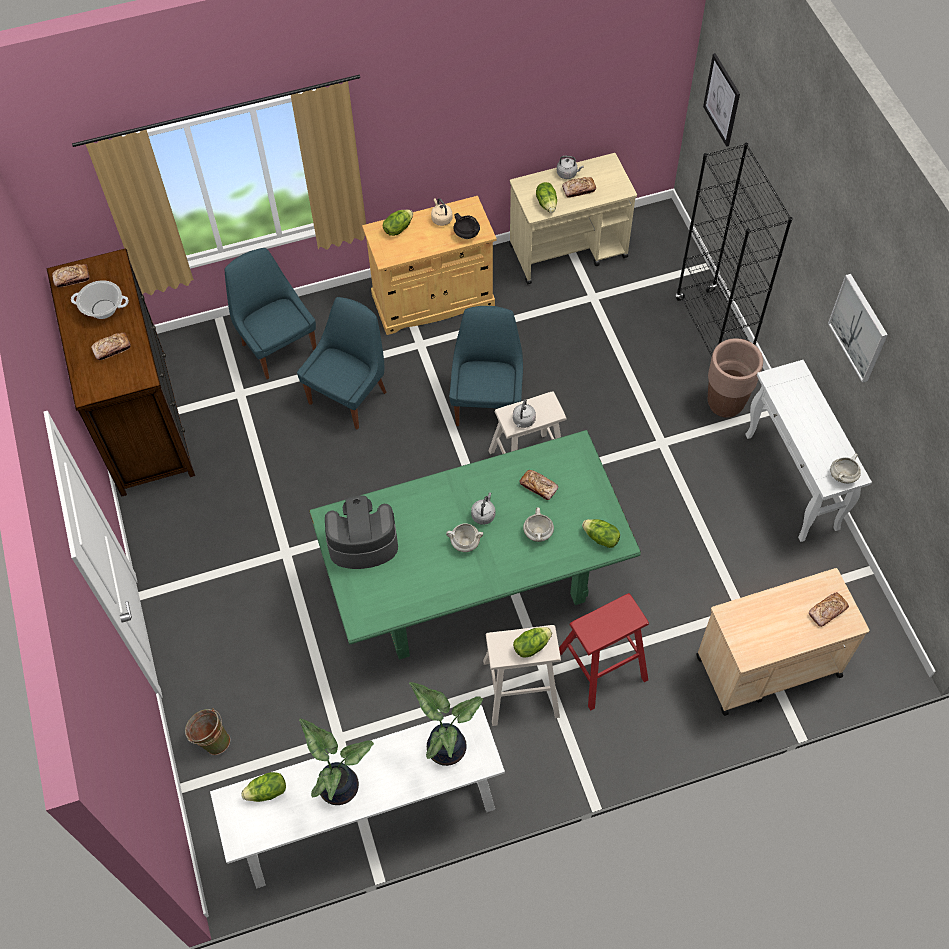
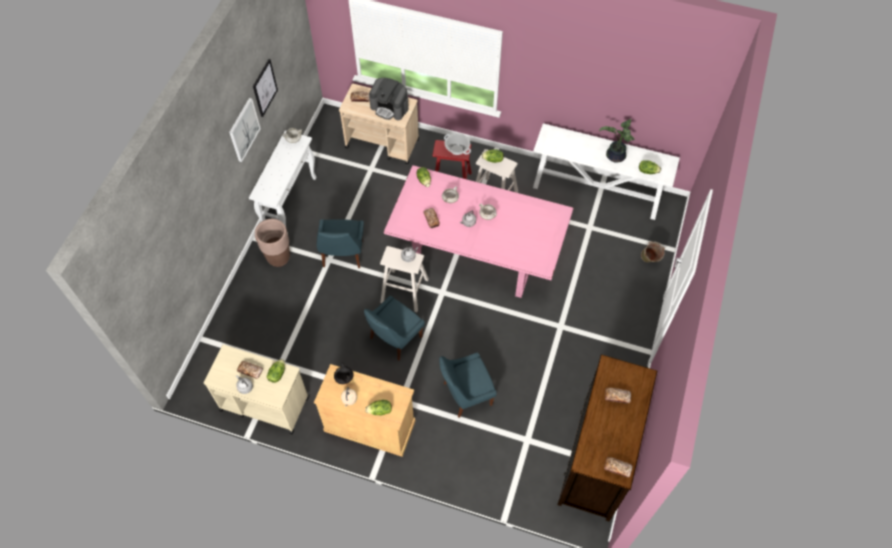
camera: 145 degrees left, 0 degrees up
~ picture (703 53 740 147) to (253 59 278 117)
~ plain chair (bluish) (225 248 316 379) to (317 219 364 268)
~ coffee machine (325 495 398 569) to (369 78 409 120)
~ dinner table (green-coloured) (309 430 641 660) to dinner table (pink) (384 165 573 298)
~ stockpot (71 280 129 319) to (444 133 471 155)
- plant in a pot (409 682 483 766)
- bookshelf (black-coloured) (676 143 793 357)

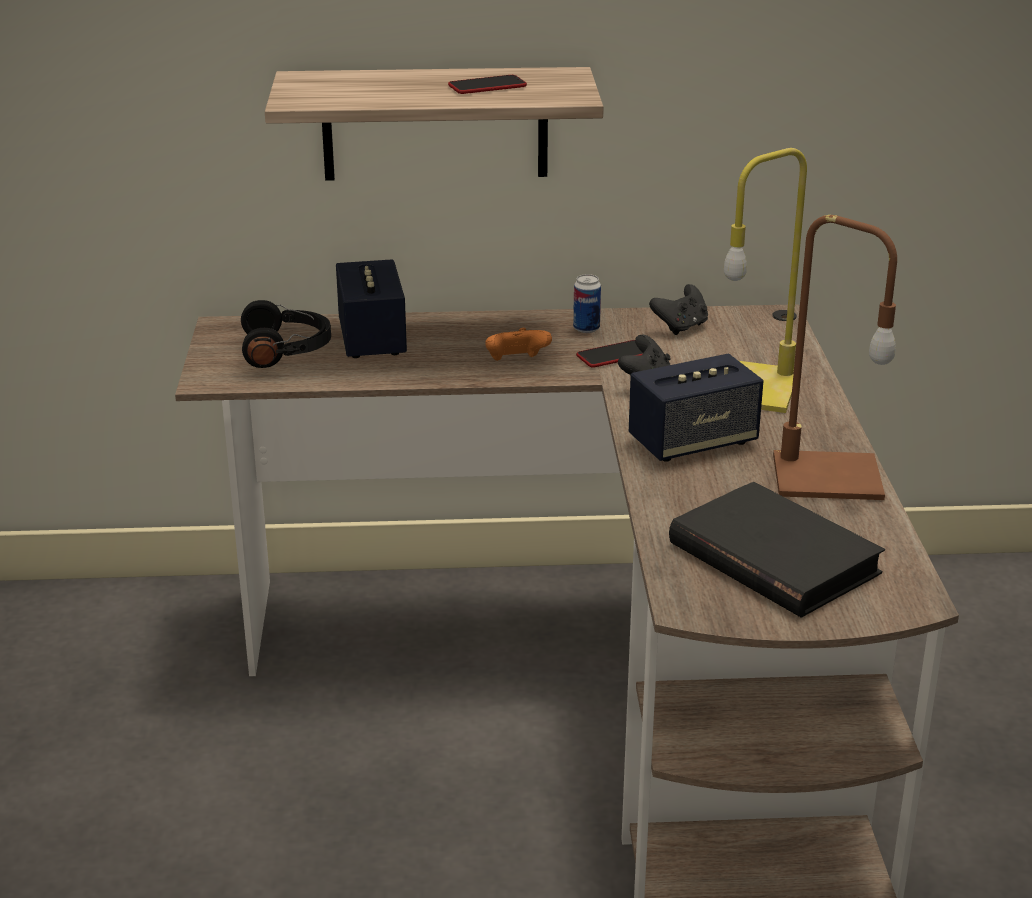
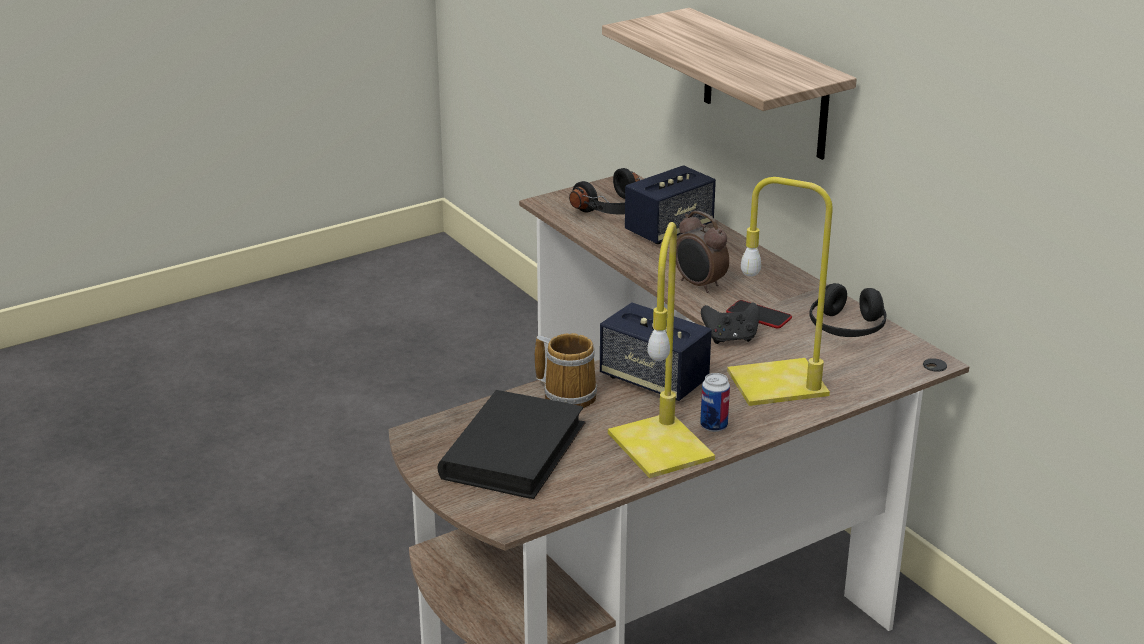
camera: 60 degrees right, 0 degrees up
+ tea mug (535 333 597 408)
~ tabletop lamp (brown-coloured) (773 215 897 500) to tabletop lamp (yellowish) (608 222 715 478)
~ joypad (orangey) (485 328 552 361) to alarm clock (676 211 729 293)
~ metal can (573 274 601 333) to (700 373 730 432)
~ joypad (black-coloured) (649 284 708 335) to headphones (black-coloured) (809 283 886 337)
- telephone (448 75 527 94)

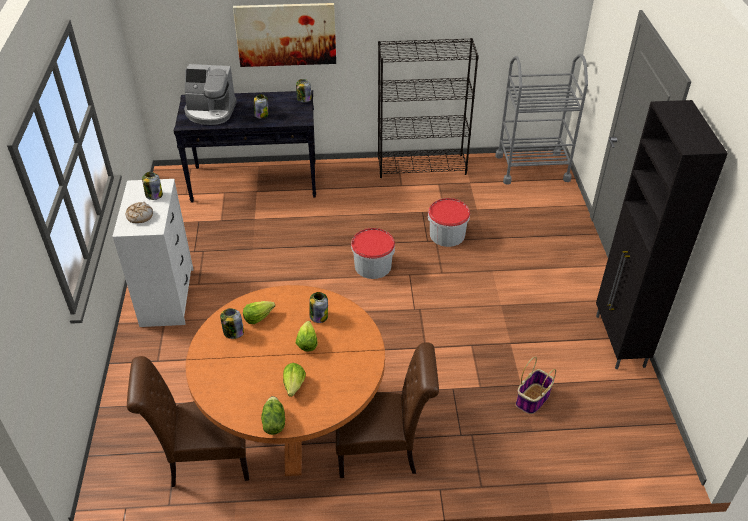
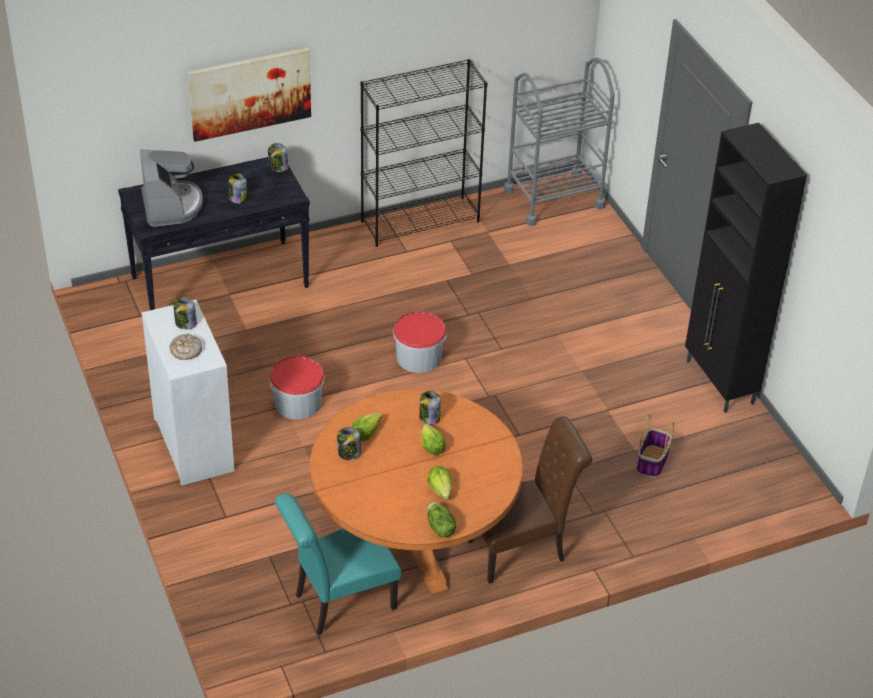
camera: 20 degrees left, 0 degrees up
~ coffee machine (184 64 237 125) = (140 149 203 227) 90 degrees counterclockwise
~ bucket (428 198 470 247) to (270 356 325 420)
~ plain chair (brown-coloured) (127 356 249 487) to plain chair (blue-green) (275 493 402 635)

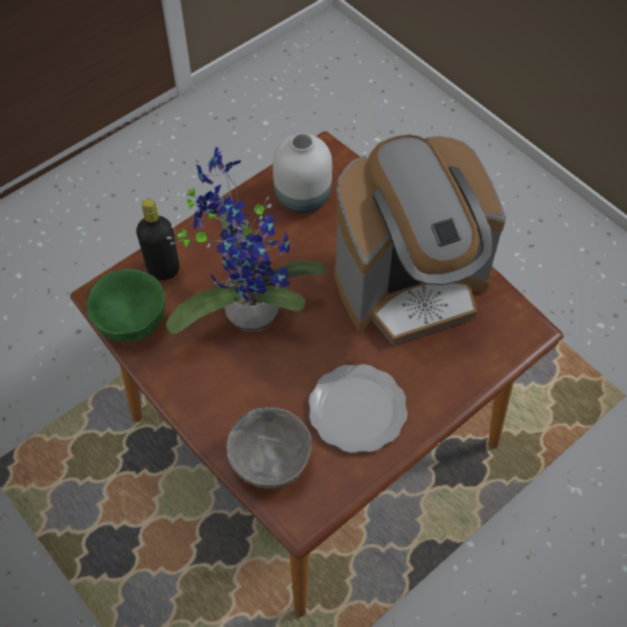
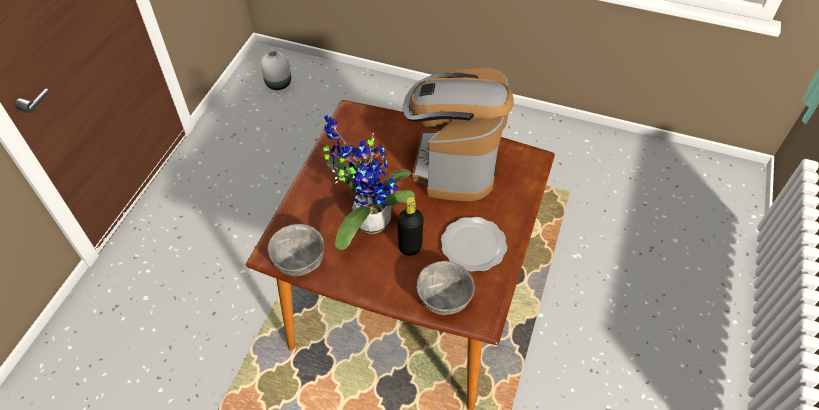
camera: 30 degrees left, 5 degrees down
~ vase (white) (273 133 332 213) to (261 50 291 90)
~ serving bowl (green-coloured) (87 269 165 342) to serving bowl (grey) (268 224 324 276)
~ drink bottle (black-coloured) (136 199 179 280) to (397 197 423 255)
~ coffee machine (335 135 506 345) = (403 68 514 201) 150 degrees clockwise

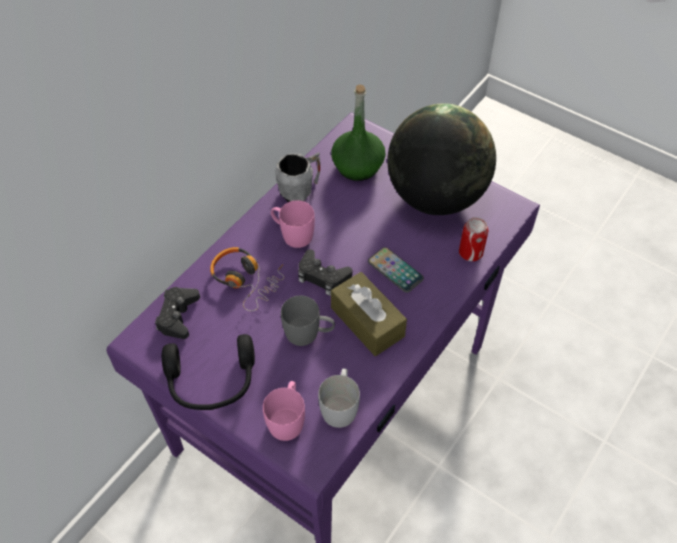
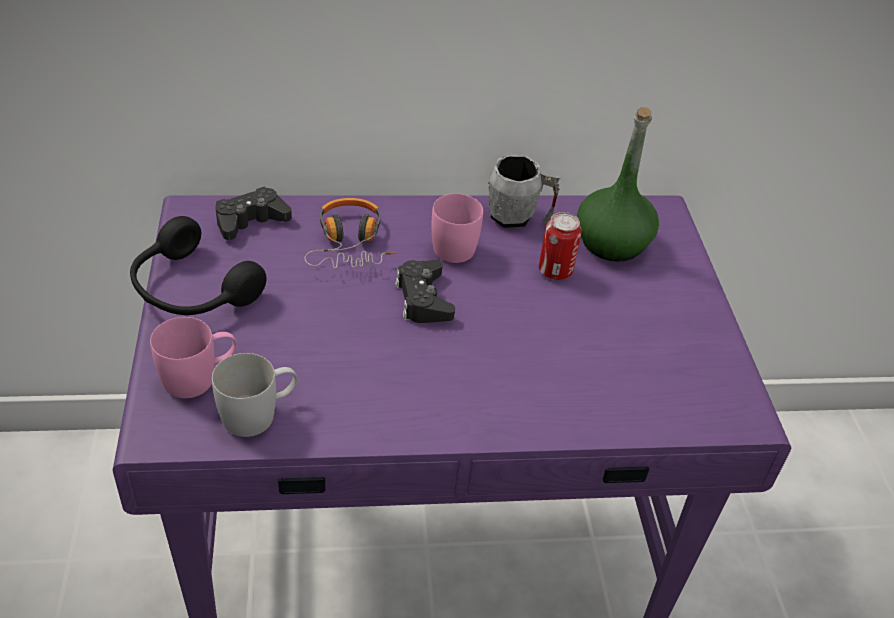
camera: 45 degrees right, 10 degrees down
~ metal can (459 217 489 261) to (539 212 582 280)
- tea mug (grey) (281 296 335 346)
- box of tissues (brown-coloured) (331 272 407 356)
- telephone (368 247 424 293)
- world globe (387 103 496 215)

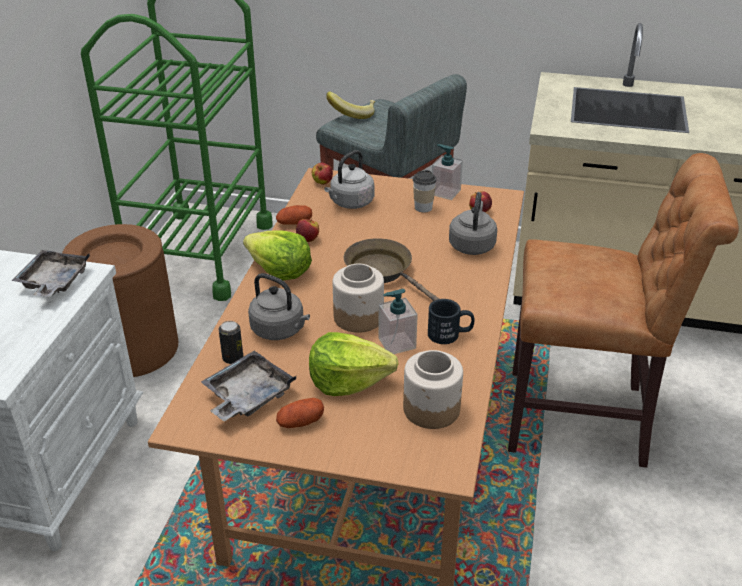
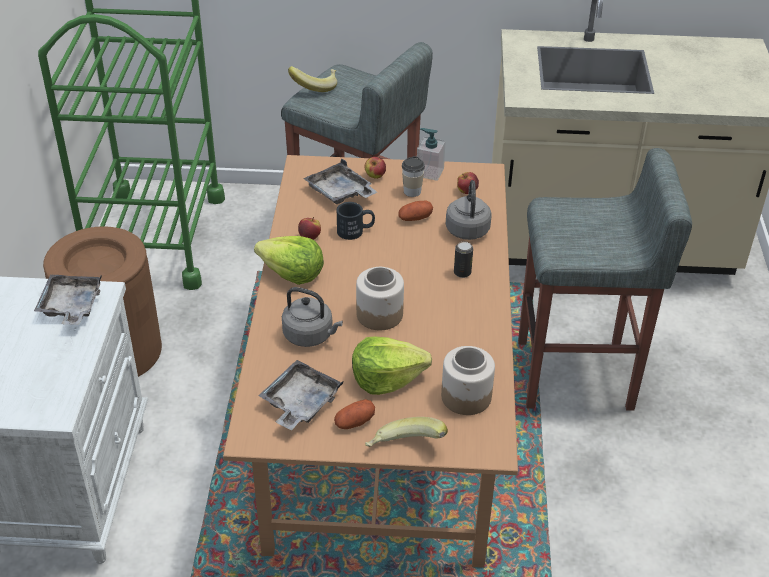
camera: 10 degrees left, 5 degrees up
~ water kettle (grey) (324 150 374 209) to carrying tray (grey) (303 158 377 204)
~ tea mug (black-coloured) (428 299 474 344) to (336 202 375 240)
~ apple (312 163 333 185) to (364 157 386 179)
+ whole banana (365 417 448 447)
~ whole potato (276 205 312 225) to (399 201 433 221)
~ metal can (219 321 243 364) to (454 241 473 278)
~ plain chair (brown-coloured) (508 153 739 468) to stool (grey) (518 148 692 411)
- frying pan (brown-coloured) (344 238 439 301)
- soap bottle (378 289 418 354)

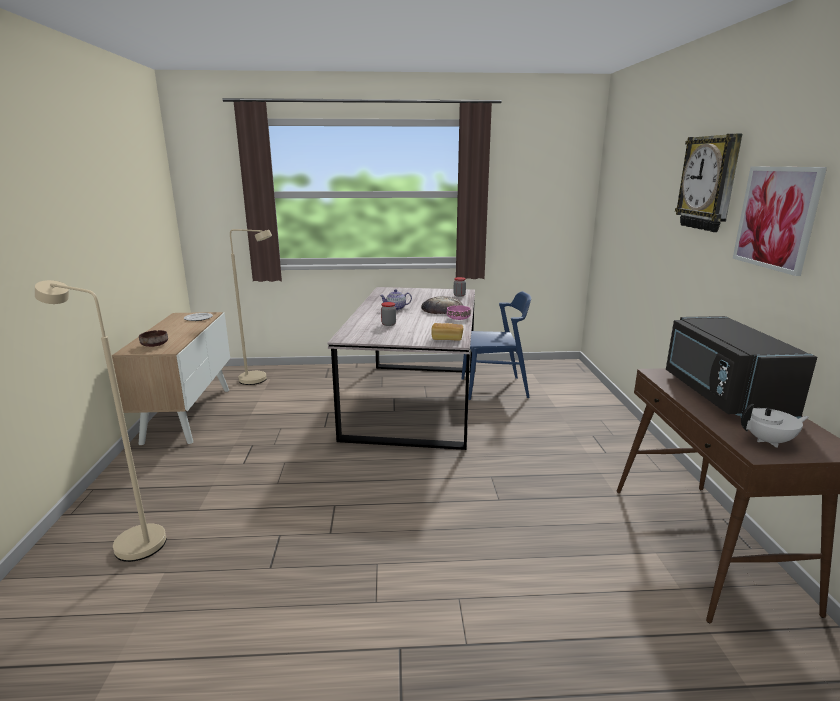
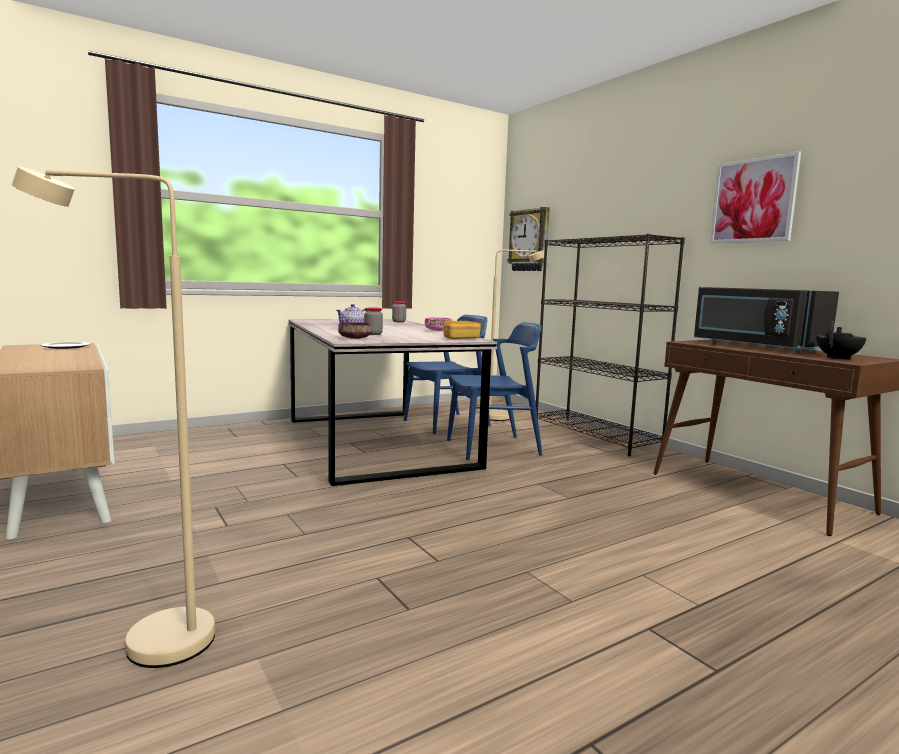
camera: 30 degrees left, 10 degrees down
~ serving bowl (brown-coloured) (139 330 168 347) to (338 322 372 339)
+ plain chair (bluish) (447 322 542 460)
~ floor lamp (sand-coloured) (230 229 272 385) to (489 250 544 421)
~ hanging clock (675 133 742 232) to (507 207 550 271)
+ bookshelf (black-coloured) (536 234 685 456)
~ pot for tea (white) (741 403 809 448) to pot for tea (black-coloured) (816 322 866 360)
- baked bread (421 296 463 314)

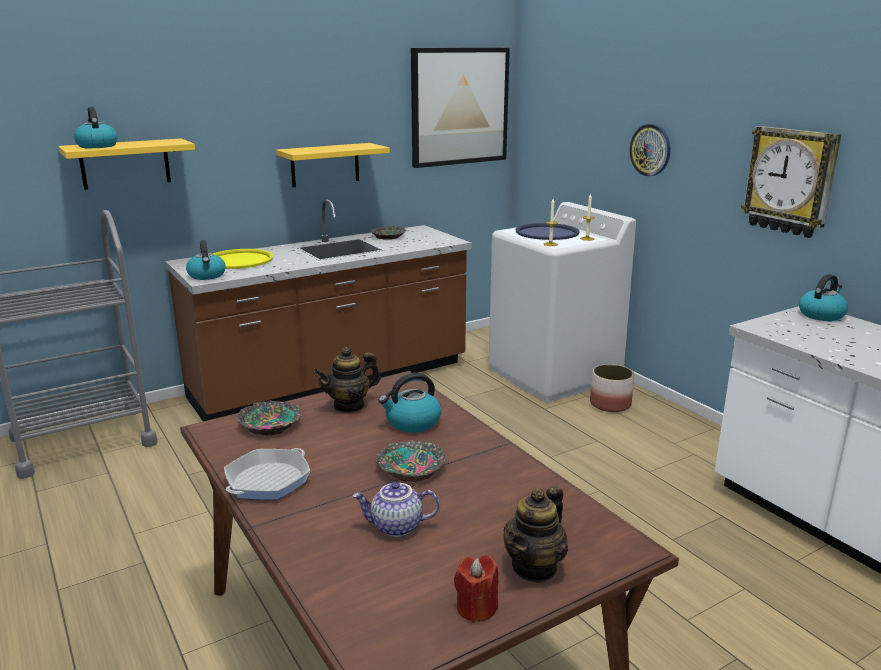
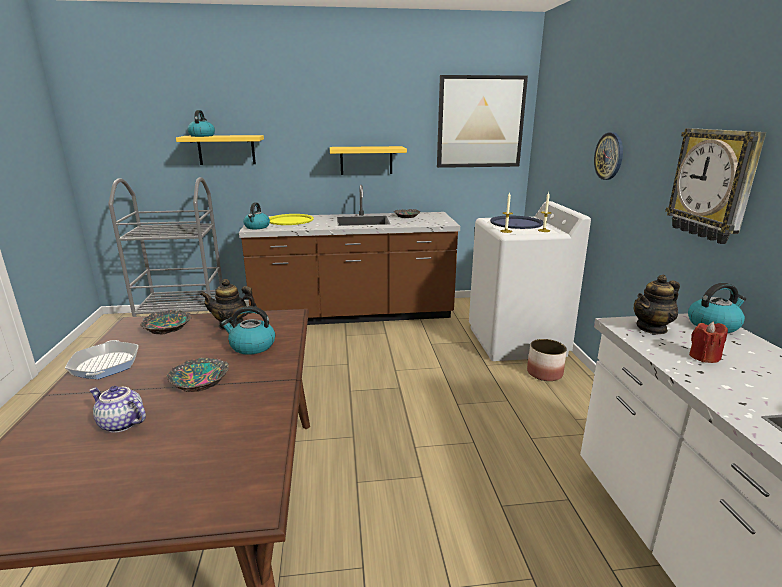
camera: 25 degrees right, 0 degrees up
~ frying pan (224 448 310 500) = (65 340 139 379) 75 degrees counterclockwise
~ pot for tea (503 486 568 583) to (634 275 680 334)
~ wax light (red) (454 555 498 623) to (689 322 728 363)

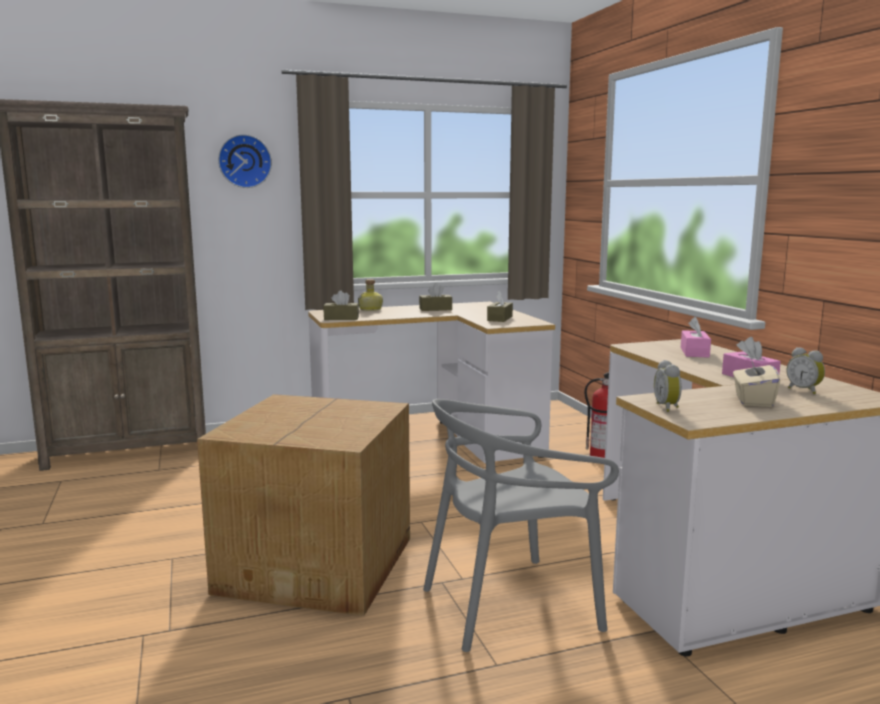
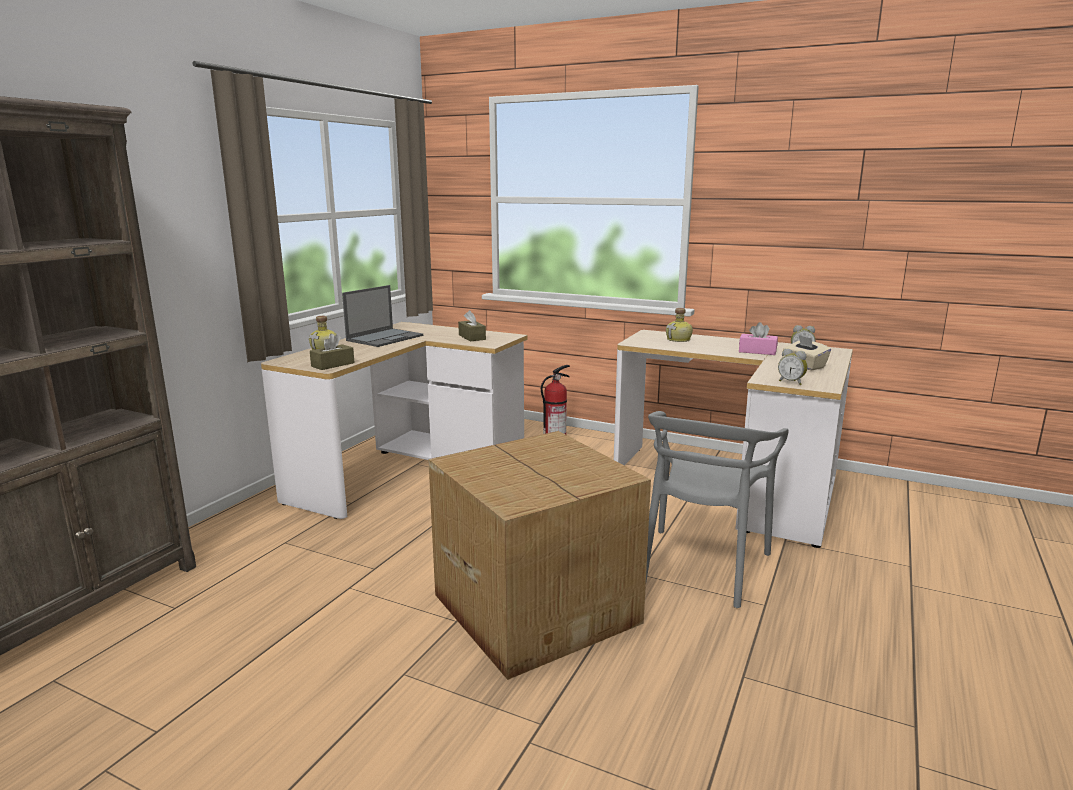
camera: 45 degrees left, 5 degrees up
~ box of tissues (brown-coloured) (419 283 452 311) to laptop (342 285 423 347)
~ box of tissues (pink) (681 317 711 358) to drink bottle (666 308 693 342)
- hanging clock (218 134 272 188)

